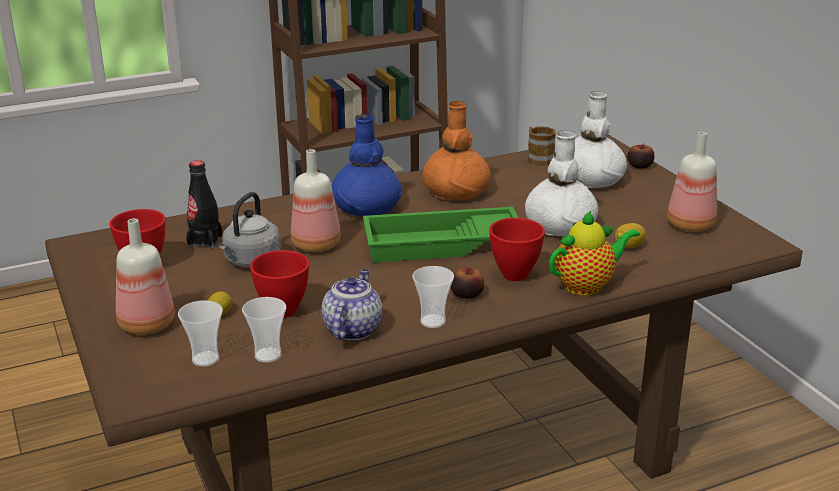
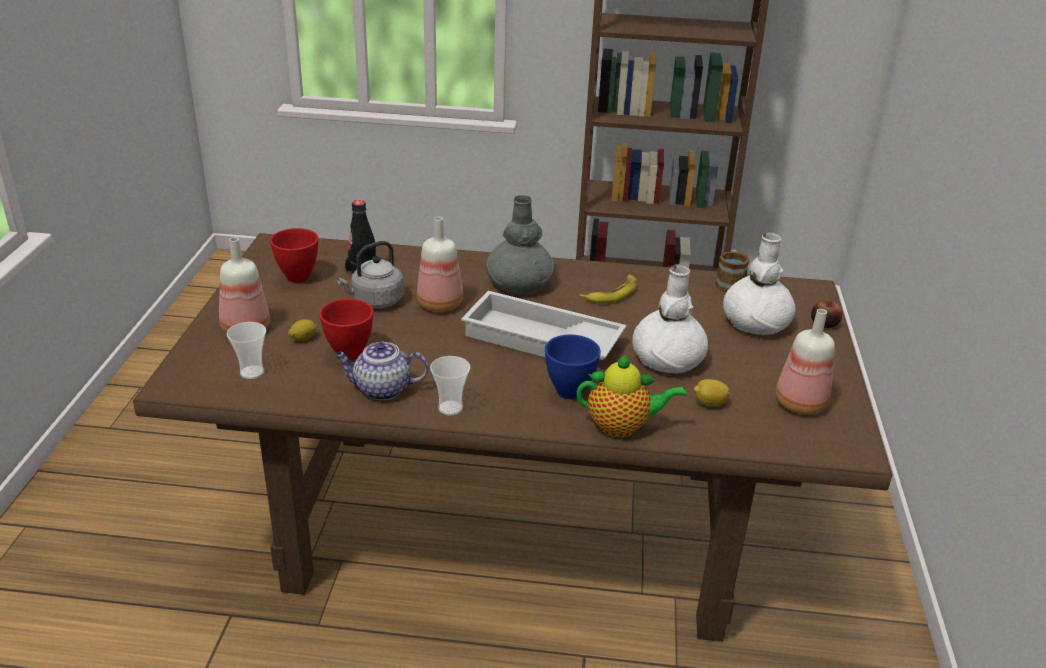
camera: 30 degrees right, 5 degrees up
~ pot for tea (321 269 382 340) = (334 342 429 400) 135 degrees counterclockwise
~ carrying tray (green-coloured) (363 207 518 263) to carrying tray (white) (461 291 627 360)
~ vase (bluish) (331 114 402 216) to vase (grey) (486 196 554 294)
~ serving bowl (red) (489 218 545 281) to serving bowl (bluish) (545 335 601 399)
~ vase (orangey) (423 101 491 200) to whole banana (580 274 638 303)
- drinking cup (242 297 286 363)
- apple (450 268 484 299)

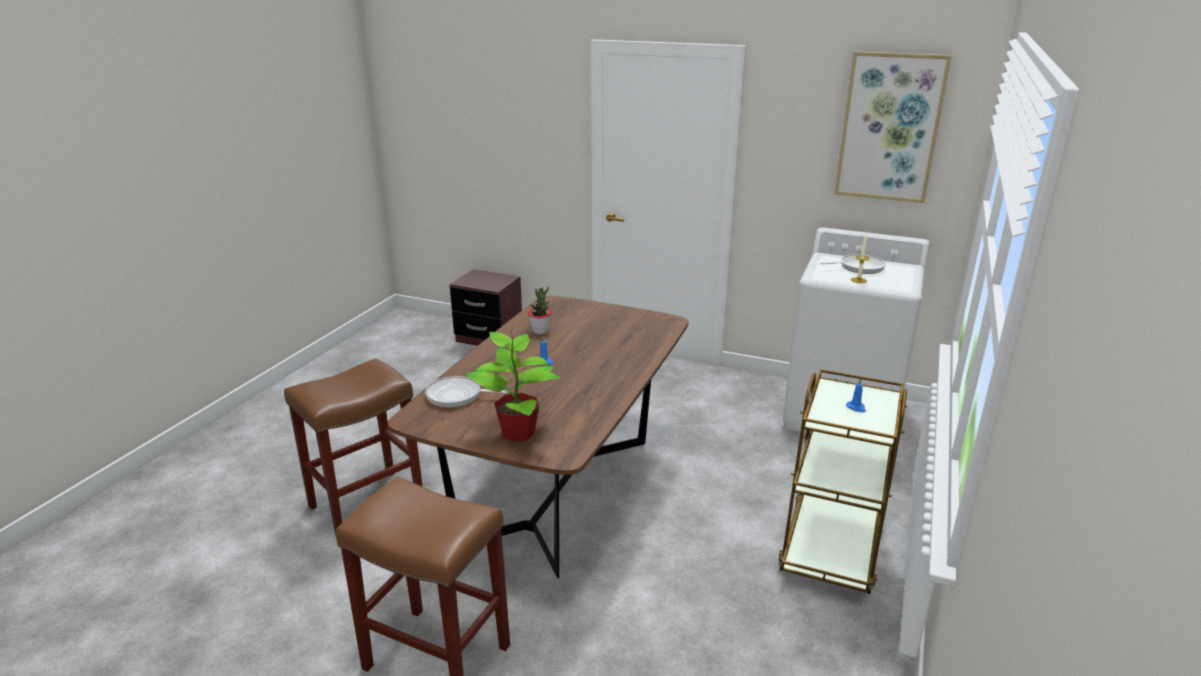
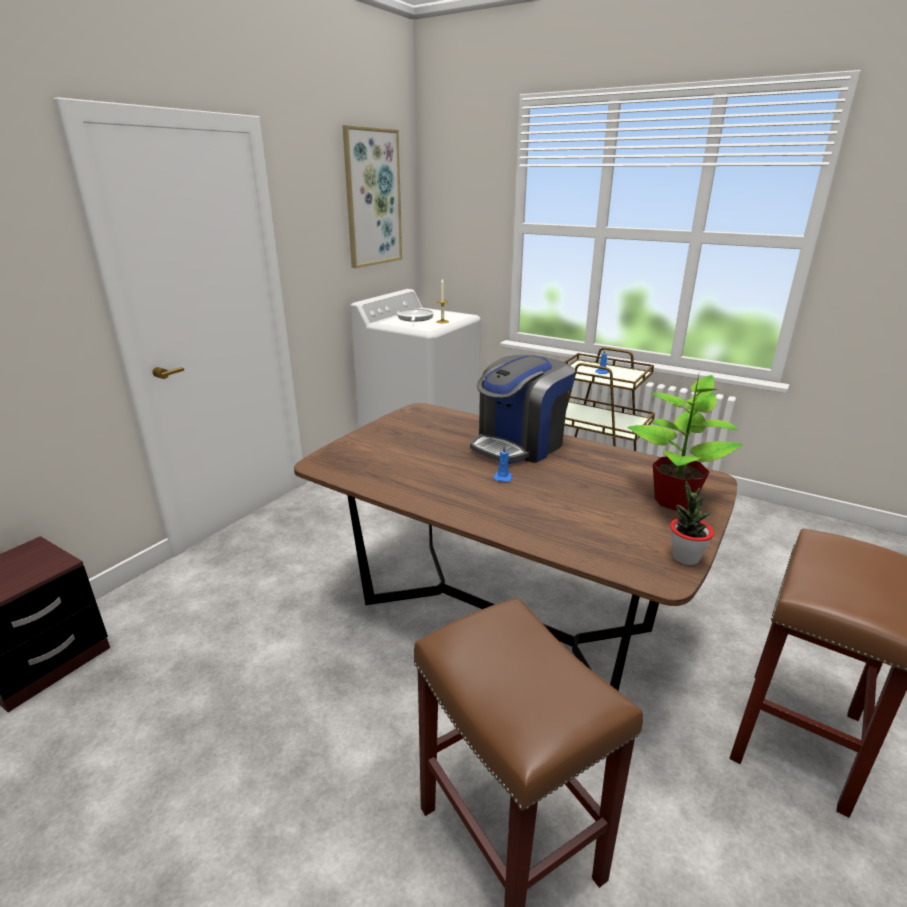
camera: 80 degrees left, 0 degrees up
+ coffee machine (470 355 575 464)
~ plant in a pot (528 286 552 334) to (670 481 714 565)
- frying pan (425 376 508 408)

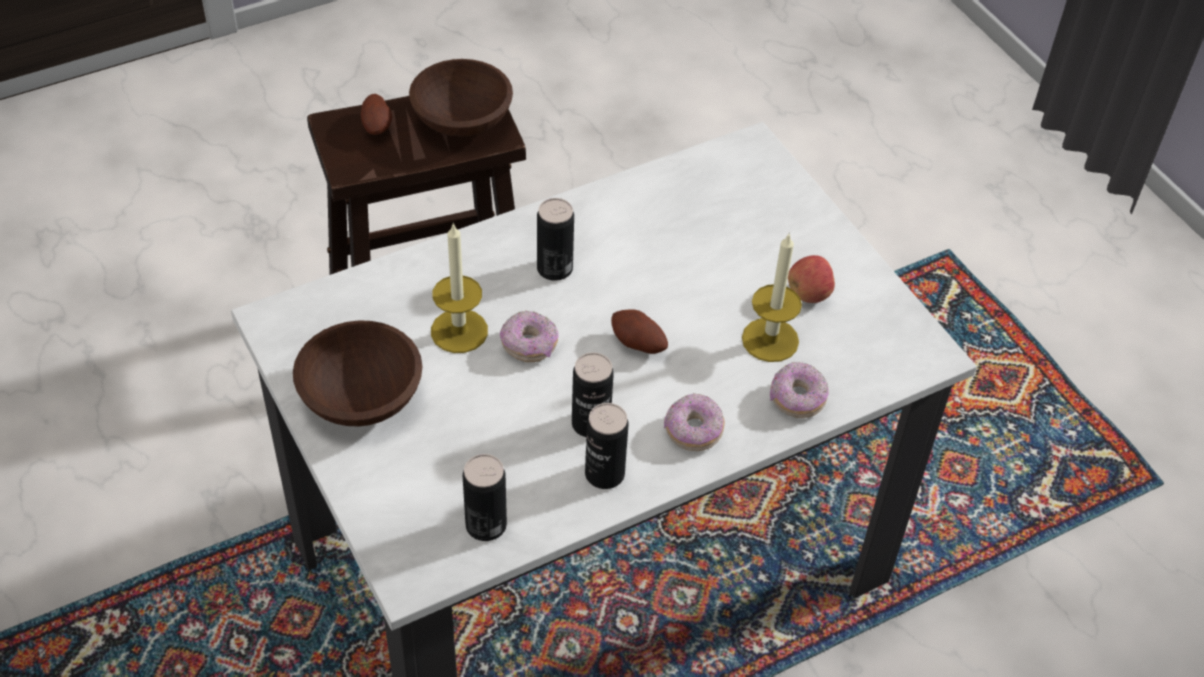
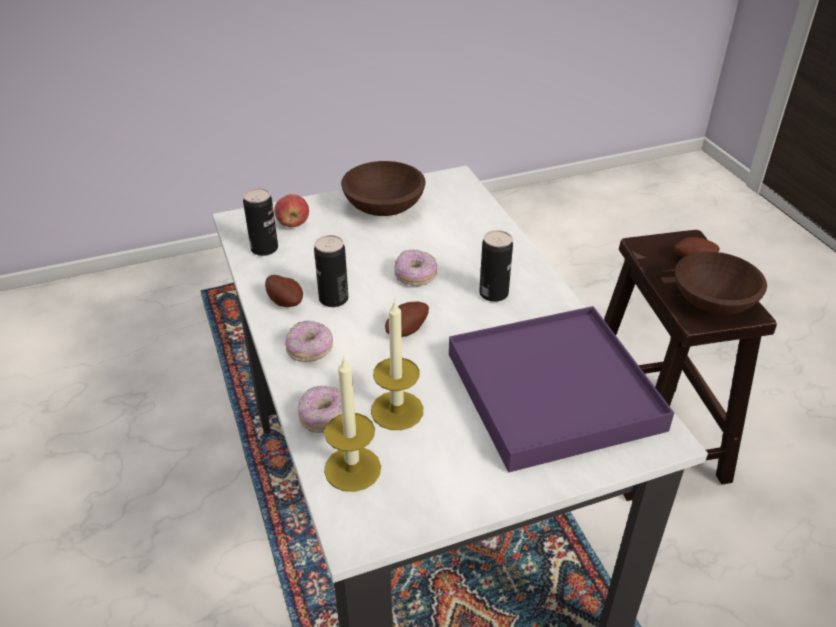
camera: 100 degrees right, 10 degrees down
~ metal can (585 403 629 489) to whole potato (265 275 303 307)
~ apple (788 255 835 303) to (274 194 309 227)
~ wax light (431 222 488 353) to (324 358 381 492)
+ carrying tray (purple-coloured) (449 306 674 472)

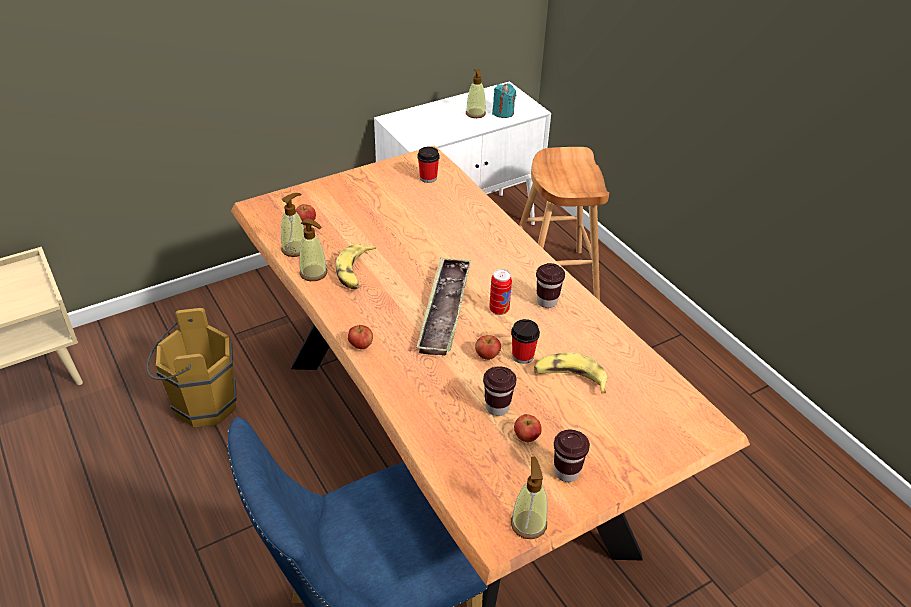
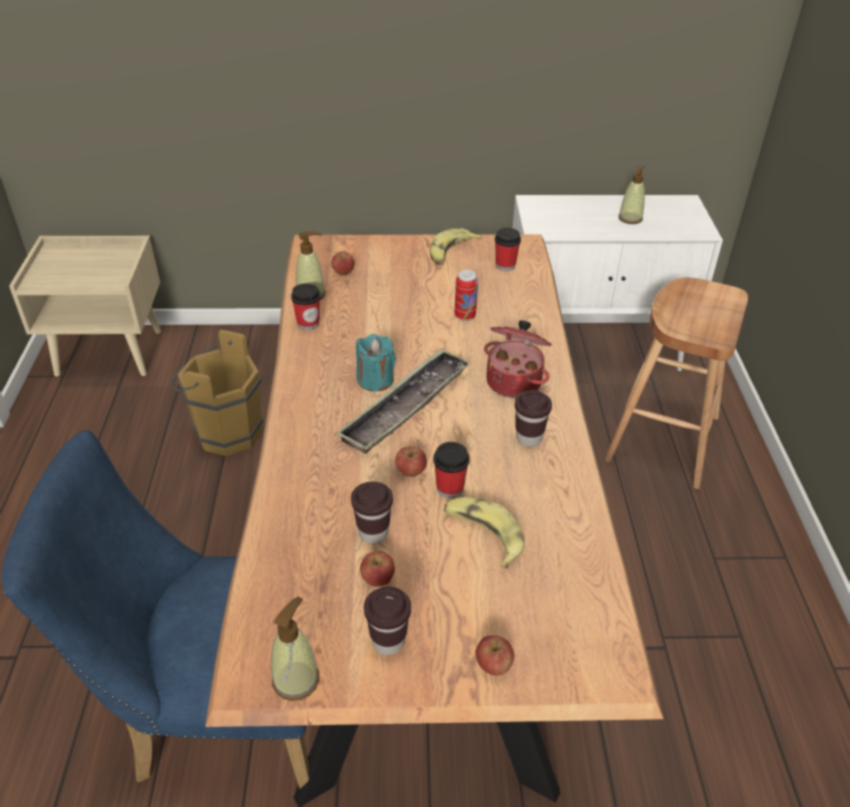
camera: 30 degrees right, 0 degrees up
~ soap bottle (299 218 327 281) to drinking cup (291 283 320 330)
~ wax light (blue-green) (492 83 516 118) to (356 334 396 391)
~ whole banana (336 244 376 290) to (430 228 482 265)
~ metal can (489 269 512 315) to (455 270 478 321)
~ apple (348 325 373 349) to (475 635 514 675)
+ stockpot (484 320 552 398)

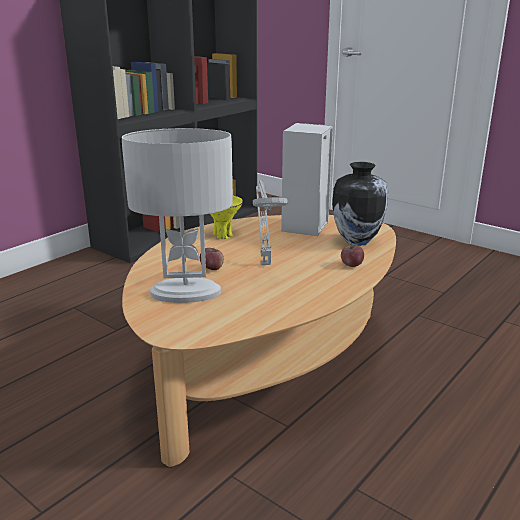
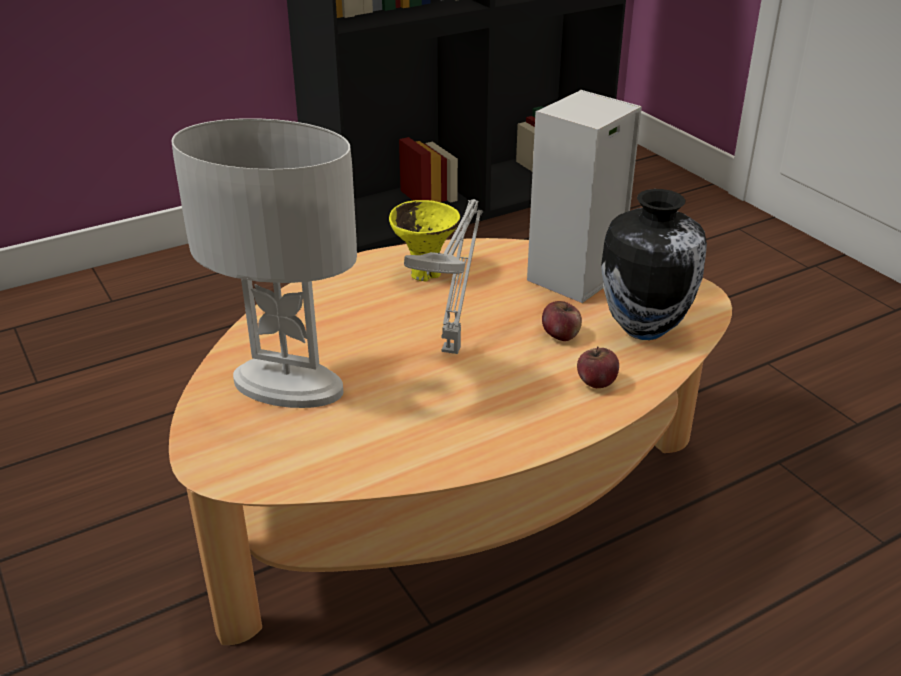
camera: 20 degrees right, 10 degrees up
~ apple (200 247 224 270) to (542 301 582 341)

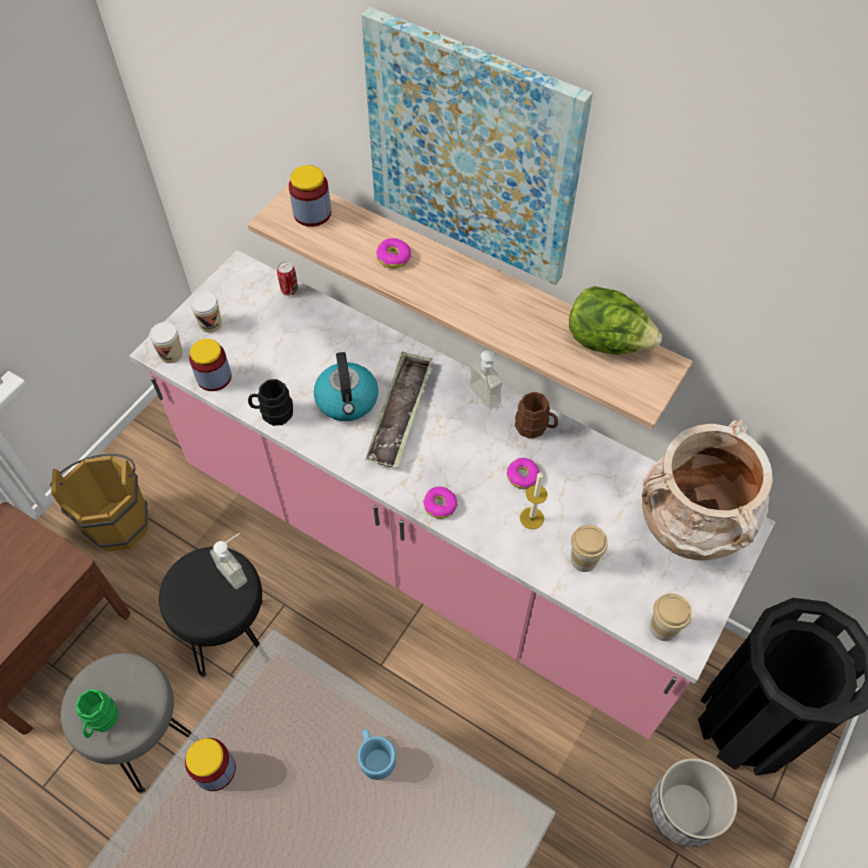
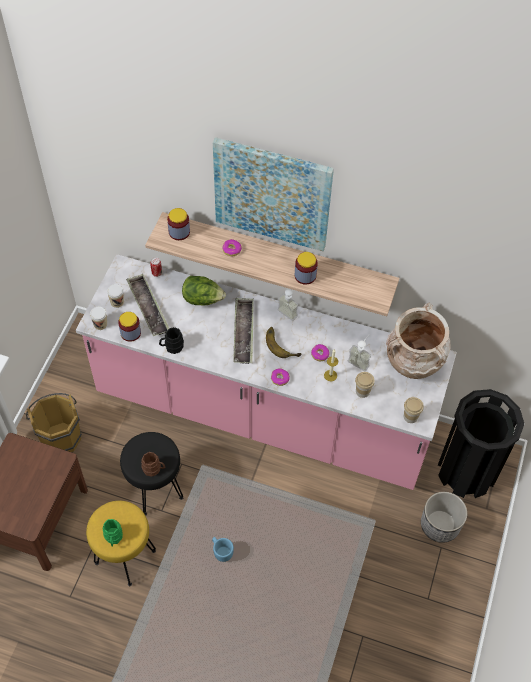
camera: 15 degrees left, 0 degrees up
~ stool (grey) (61 653 192 794) to stool (yellowish) (86 501 156 586)
+ carrying tray (126 274 169 336)
~ tea mug (brown-coloured) (515 392 558 439) to (141 452 165 477)
~ head of lettuce (569 286 662 355) to (182 276 226 306)
~ tea mug (bluish) (358 729 396 780) to (212 537 234 562)
+ whole banana (266 327 302 358)
~ preserve jar (185 738 236 791) to (295 252 318 285)
~ soap bottle (210 533 247 589) to (348 335 371 371)
- water kettle (314 352 378 421)

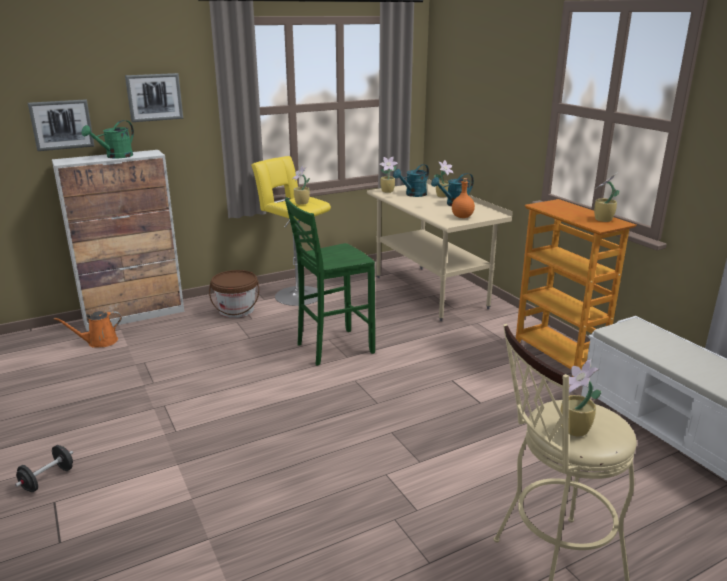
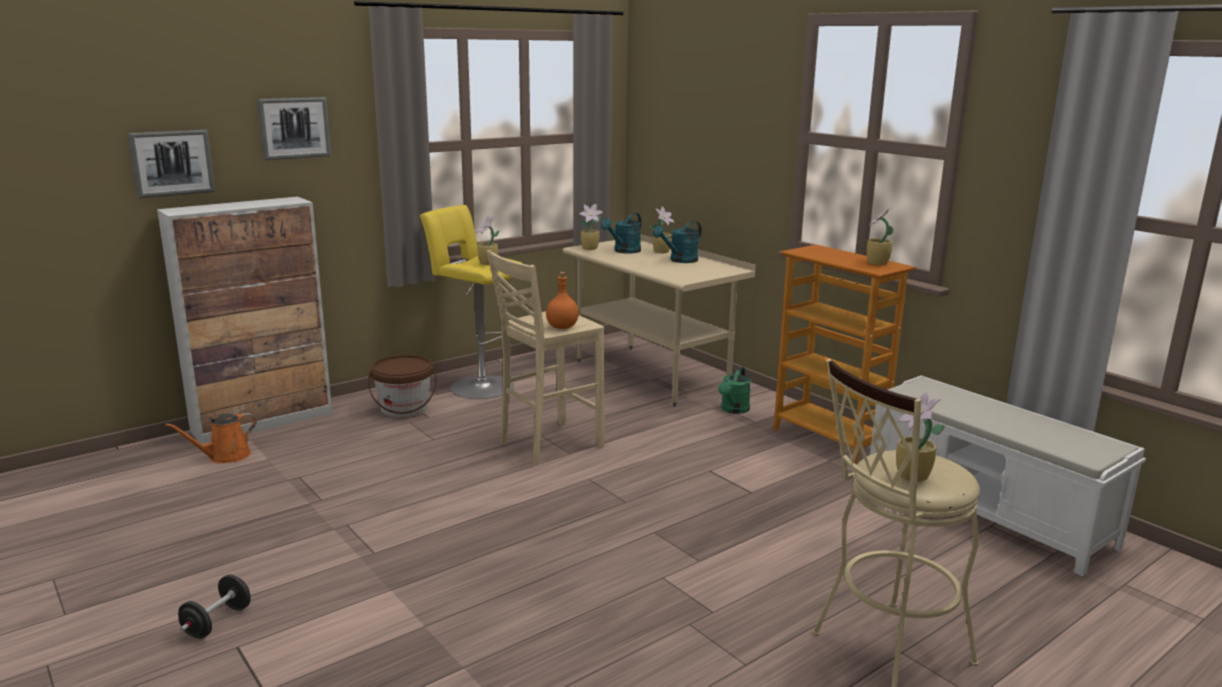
camera: 10 degrees left, 5 degrees down
~ stool (green-coloured) (285 198 375 366) to stool (sand-coloured) (487 250 605 466)
~ drink bottle (orangey) (452 178 475 218) to (546 272 579 329)
~ watering can (green-coloured) (82 120 134 159) to (718 367 751 414)

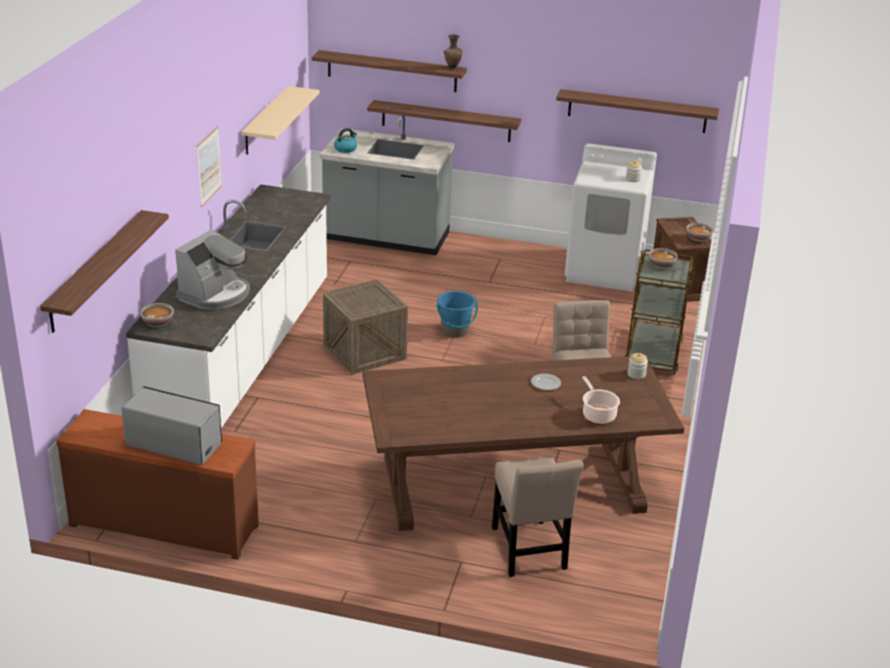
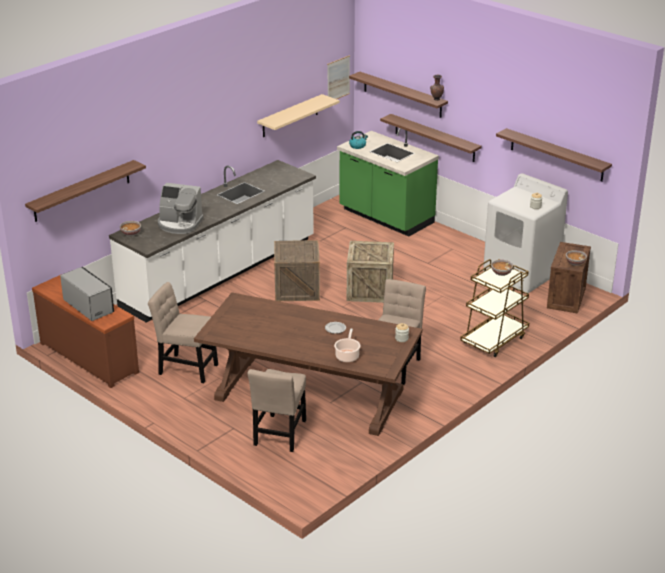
camera: 30 degrees right, 0 degrees up
+ plain chair (sand-coloured) (148 282 218 383)
~ coffee machine (175 229 250 310) = (158 183 204 234) 45 degrees clockwise
~ picture (197 126 222 207) to (327 55 350 99)
~ kitchen base unit (grey) (320 115 454 255) to kitchen base unit (green-coloured) (337 128 439 236)
~ bucket (bluish) (436 291 478 338) to packing crate (347 241 394 303)

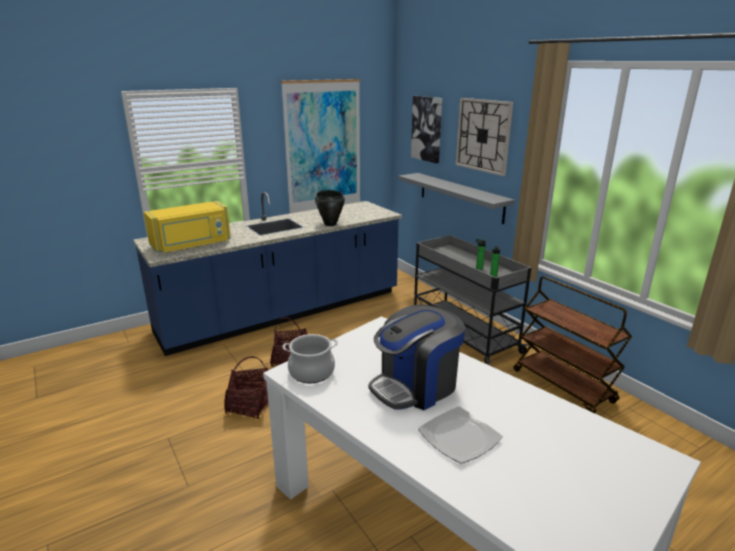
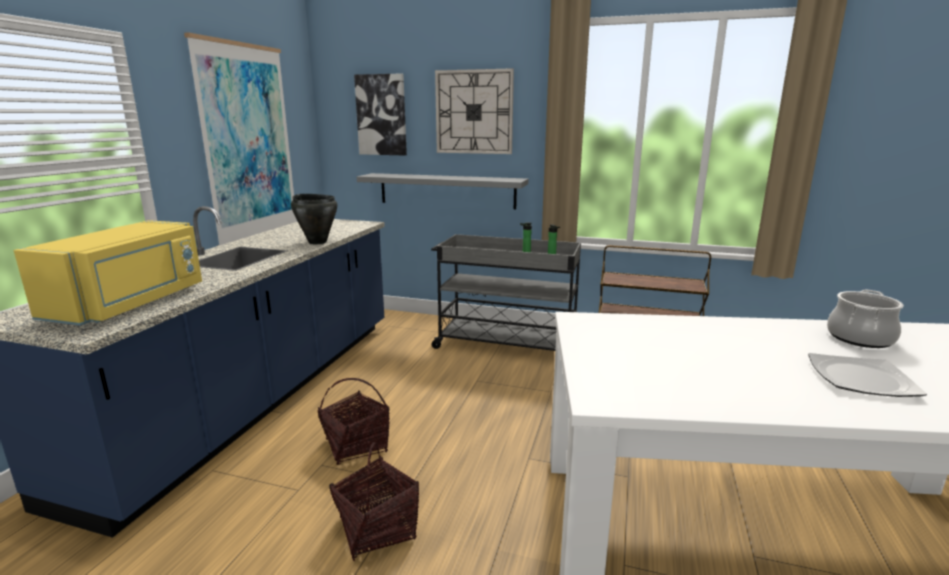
camera: 40 degrees left, 5 degrees down
~ stockpot (282 334 338 384) to (827 289 904 348)
- coffee machine (369 305 466 410)

